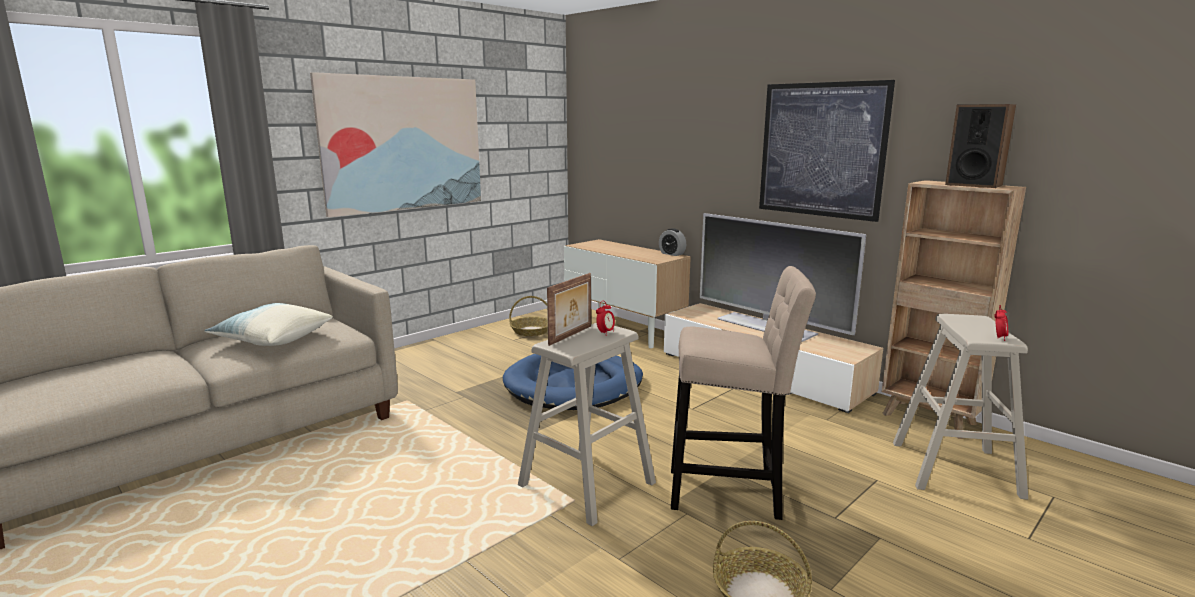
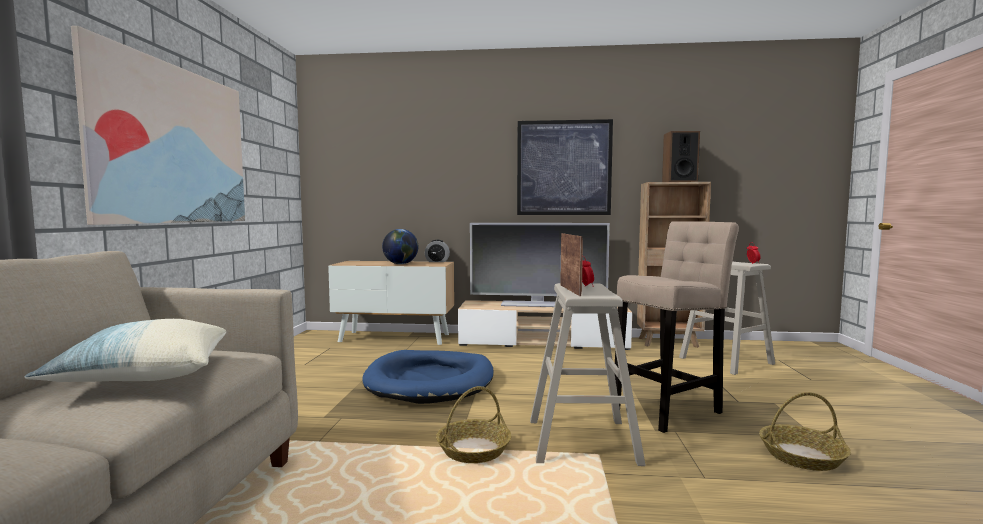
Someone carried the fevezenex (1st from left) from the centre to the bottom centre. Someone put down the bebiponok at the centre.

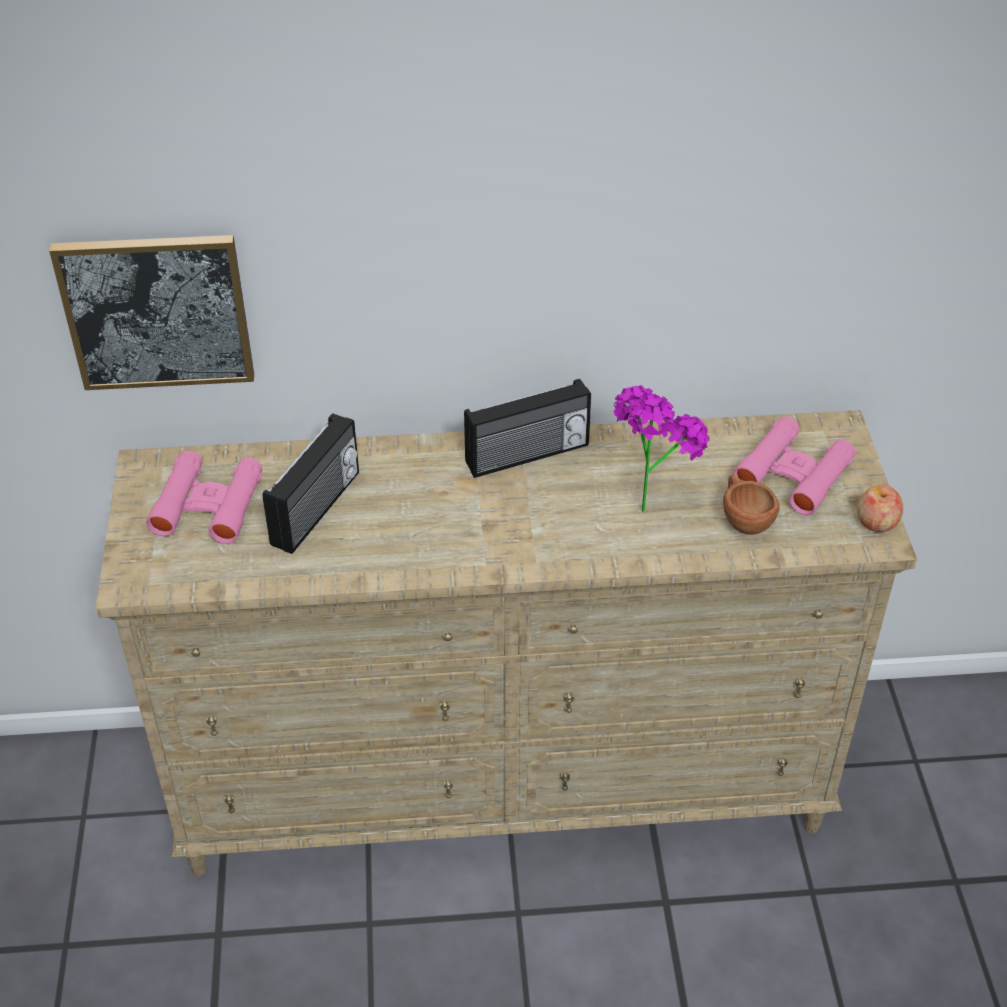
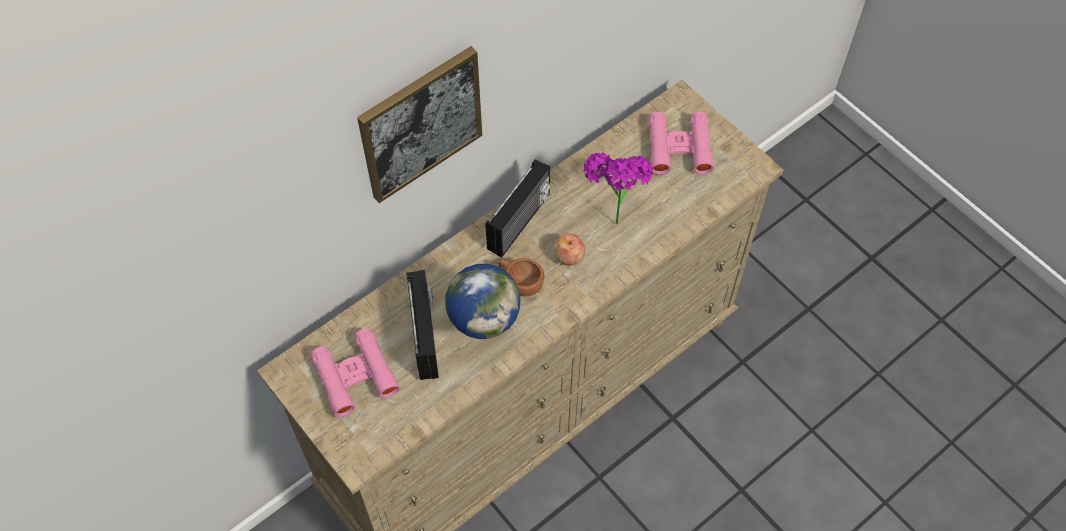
Someone carried the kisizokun from the top left to the top centre. Someone carried the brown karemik from the middle right to the centre. Someone carried the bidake from the middle right to the centre. Someone put down the bebiponok at the centre.

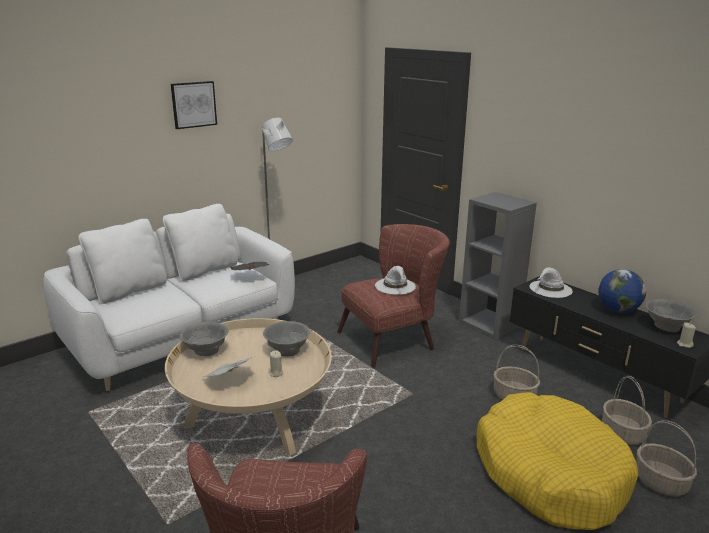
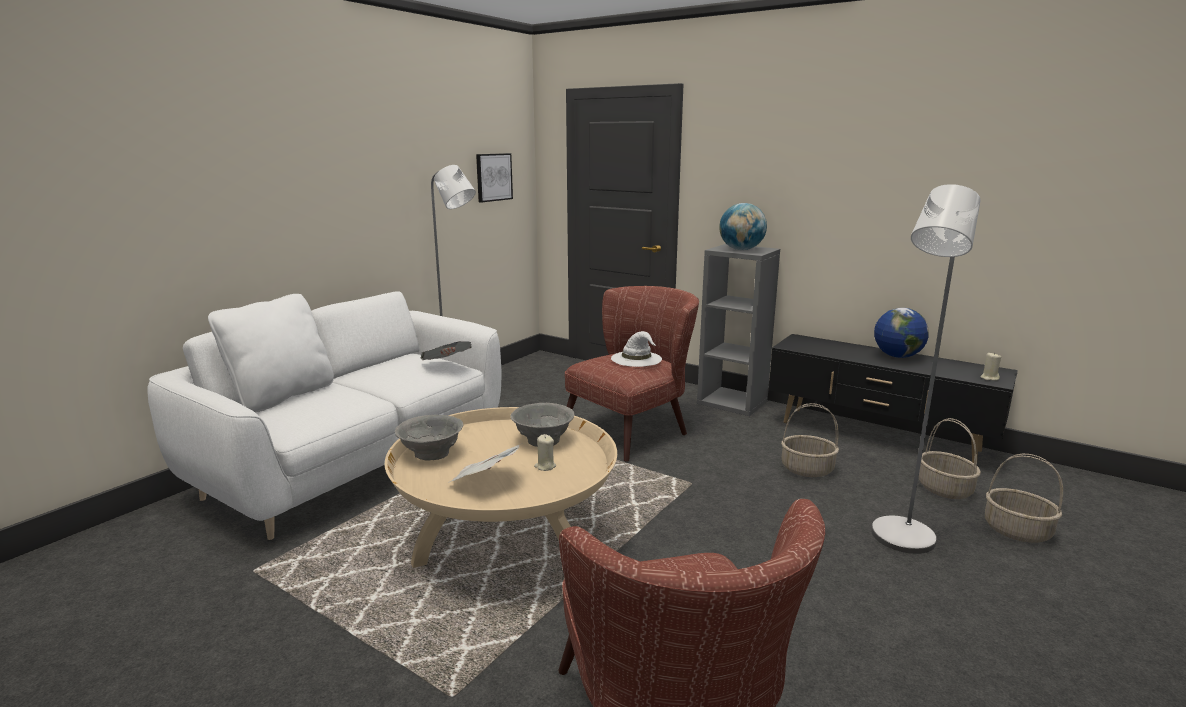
Someone carried the kisizokun from the top left to the top centre. Someone took away the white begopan (2nd from left) at the middle left. Someone took away the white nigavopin (2nd from left) at the middle right. Someone took away the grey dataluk (3rd from left) at the middle right. Someone swapped the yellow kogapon at the bottom right for the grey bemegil (2nd from left) at the middle right. Someone put down the bebiponok (1st from left) at the top centre.

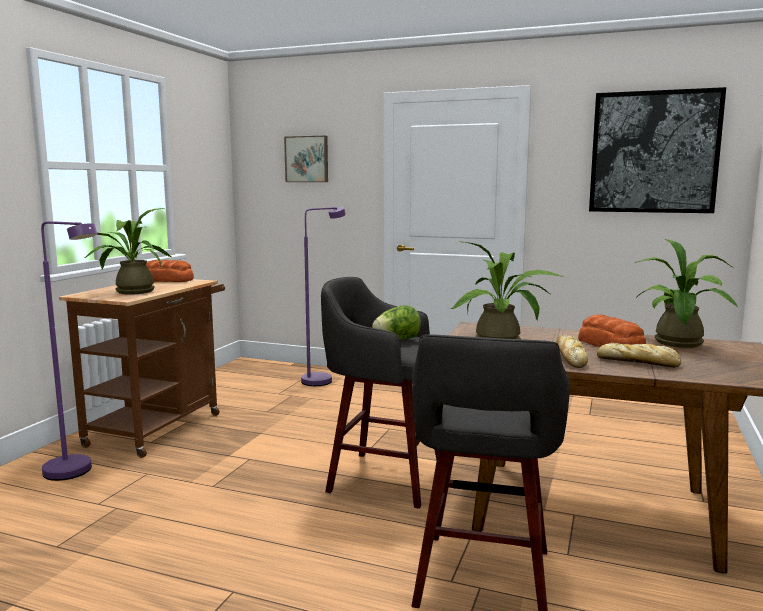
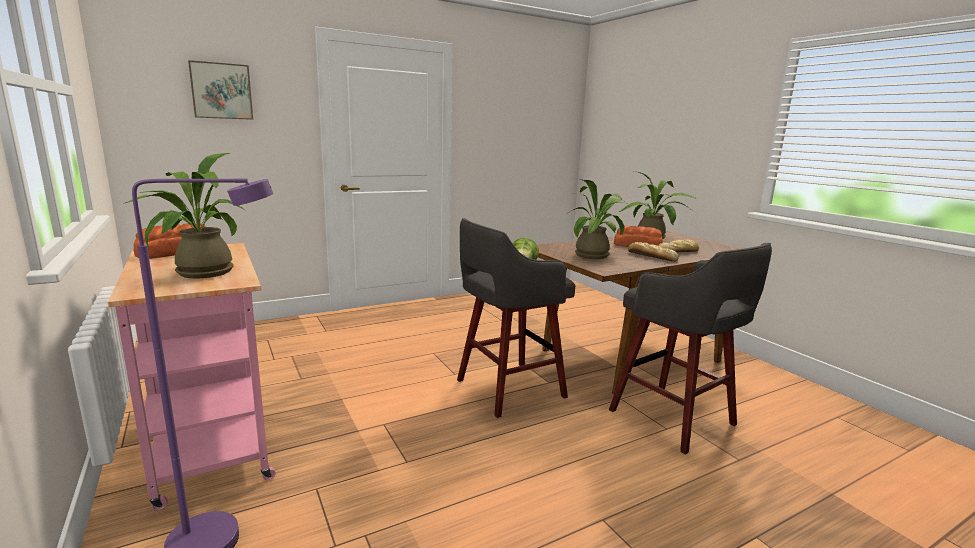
Someone took away the kisizokun (2nd from left) at the top right. Someone took away the purple bemegil (2nd from left) at the centre. Someone repainted the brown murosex at the middle left, which became the pink murosex at the bottom left.

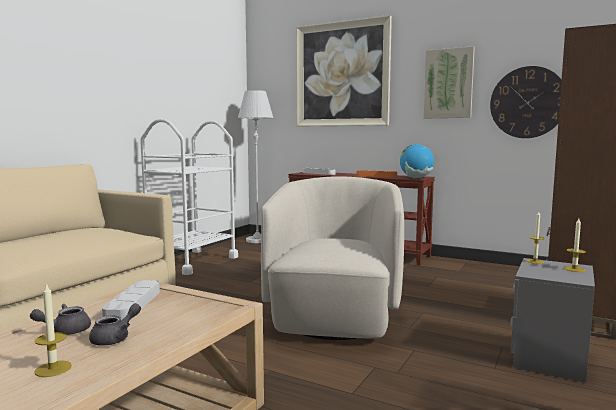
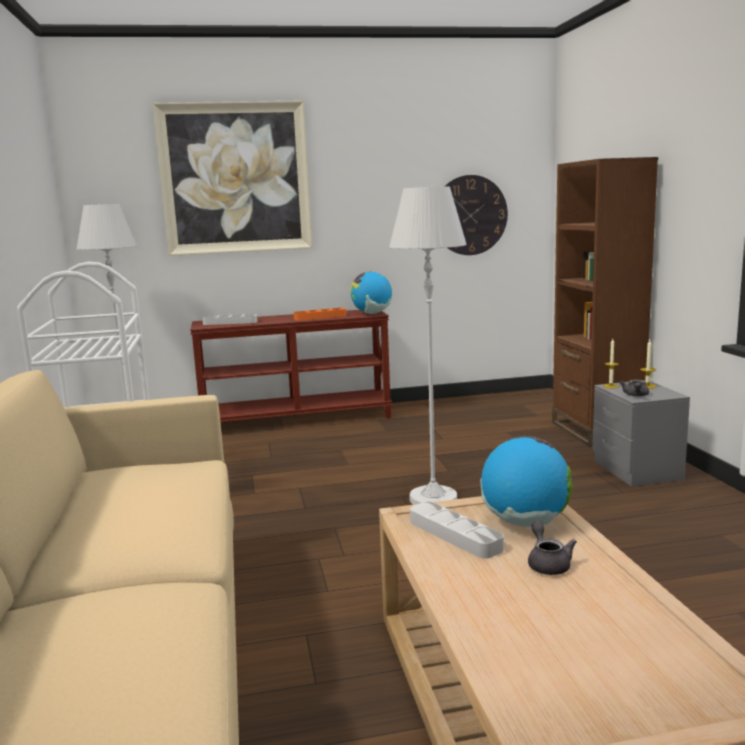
Someone took away the kisizokun (2nd from left) at the top right. Someone swapped the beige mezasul at the centre for the white bemegil (2nd from left) at the centre. Someone took away the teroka (1st from left) at the bottom left. Someone carried the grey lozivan (1st from left in the first image) from the bottom left to the middle right. Someone put down the bebiponok (2nd from left) at the middle right.

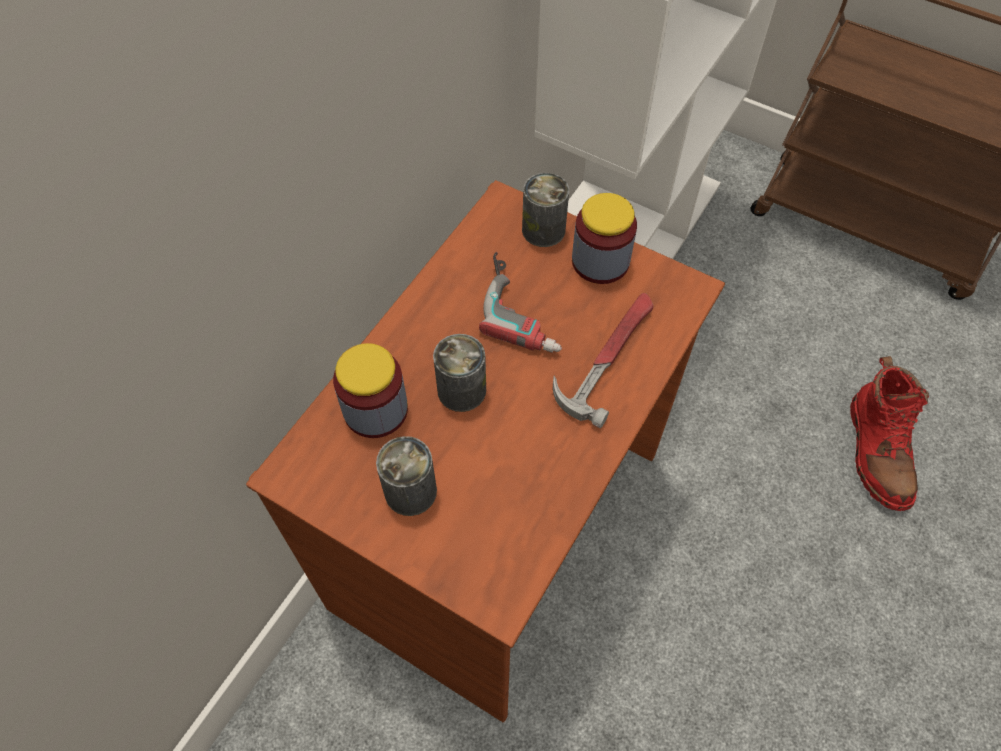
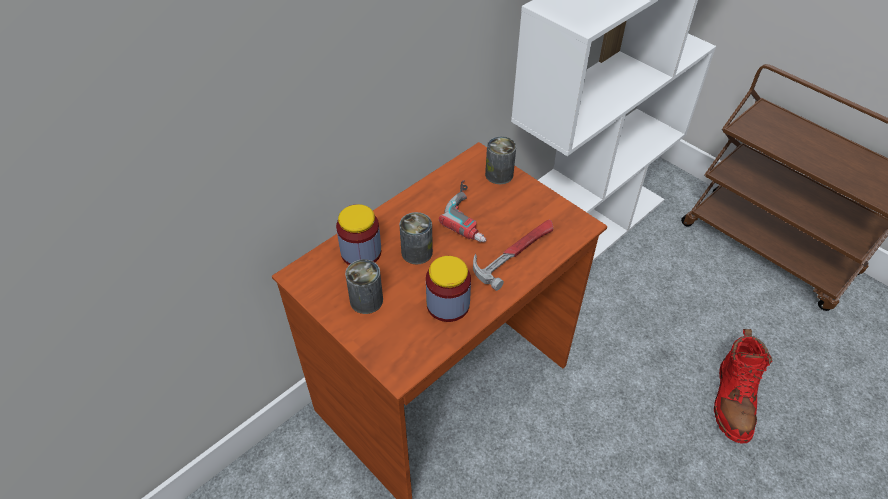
Someone carried the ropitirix (2nd from left) from the top centre to the centre.

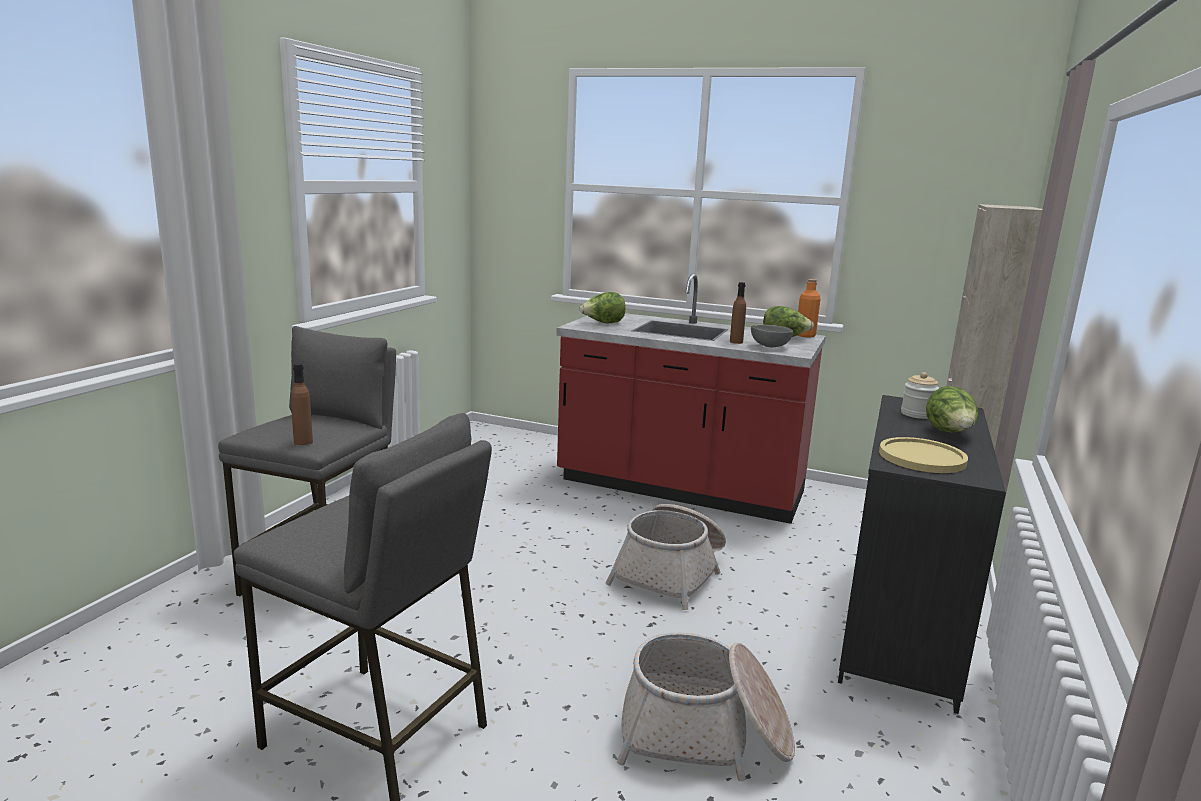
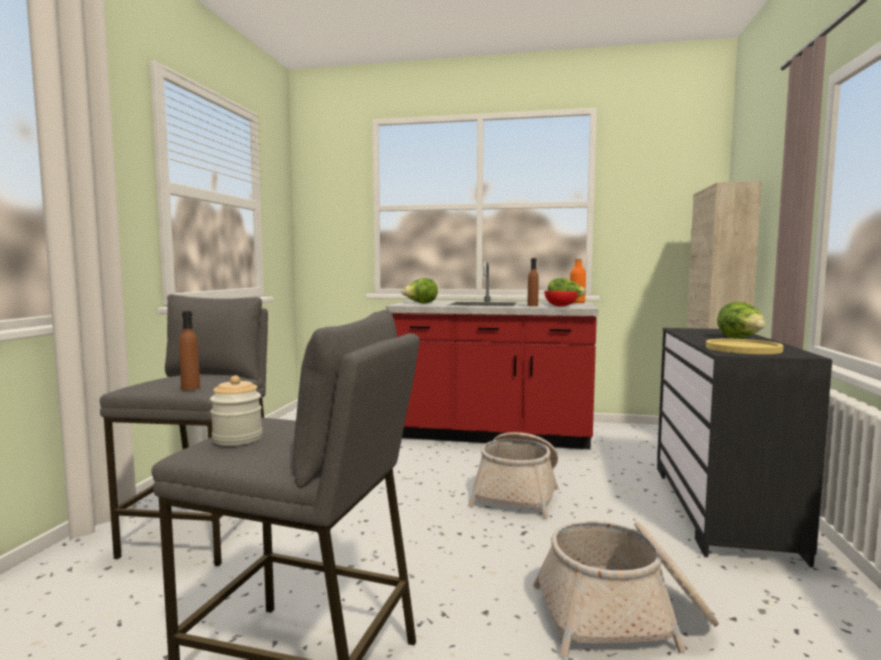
Someone repainted the grey dataluk at the centre, which became the red dataluk at the centre. Someone carried the ropitirix from the middle right to the middle left.

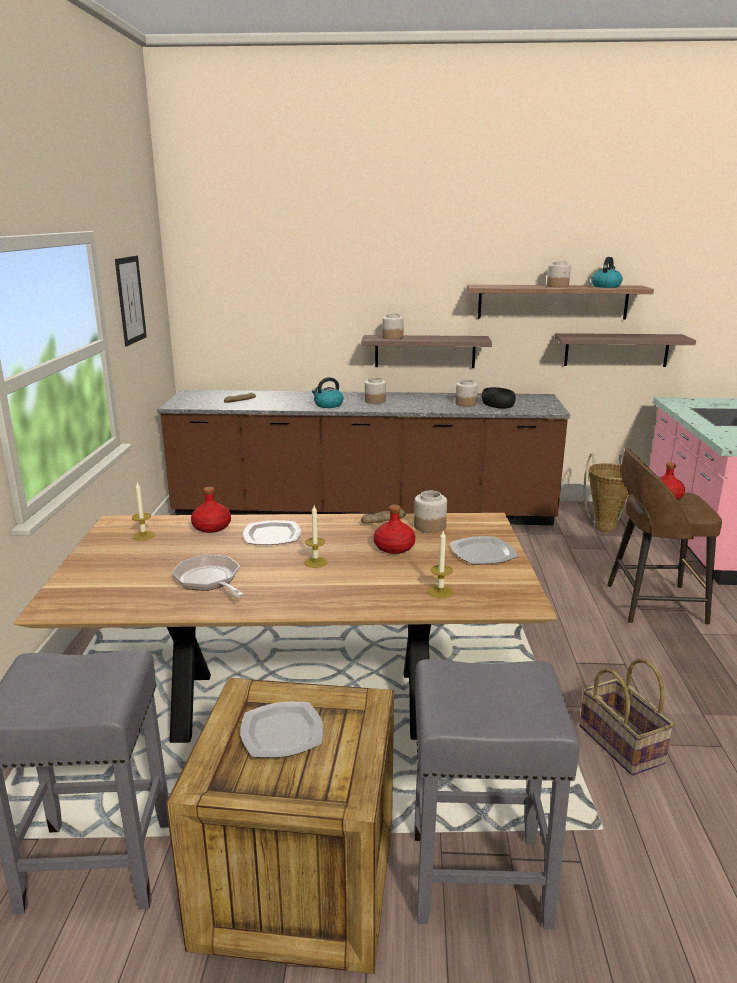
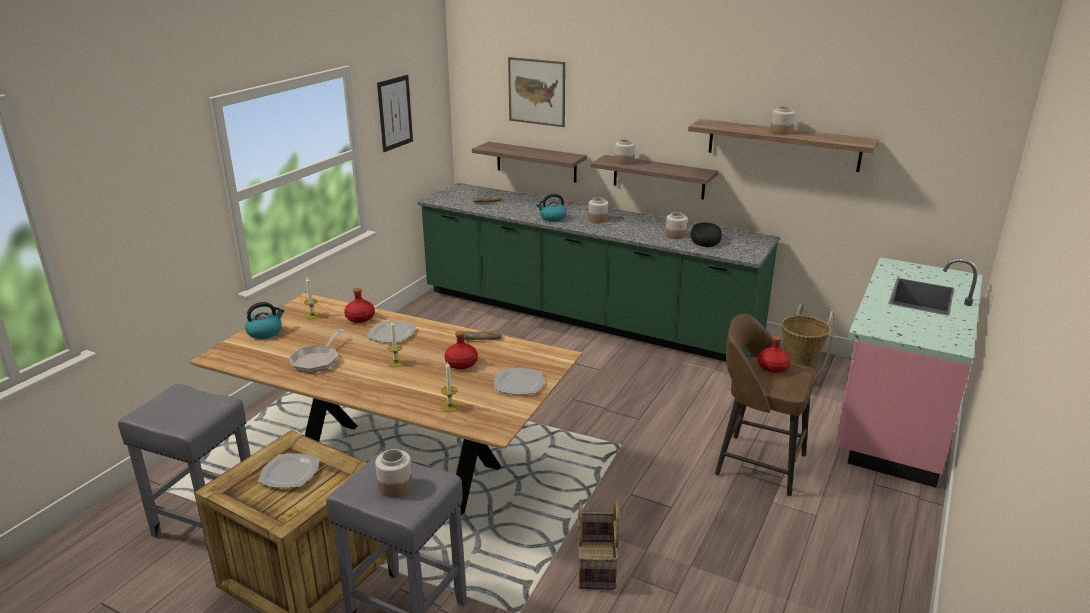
Someone carried the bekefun (2nd from left in the first image) from the top right to the middle left. Someone carried the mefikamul (3rd from left in the first image) from the middle right to the top centre. Someone repainted the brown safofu at the centre, which became the green safofu at the centre. Someone carried the ropitirix (3rd from left in the first image) from the centre to the bottom centre. Someone rotated the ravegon at the middle left by 150 degrees counterclockwise. Someone put up the kisizokun (2nd from left) at the top centre.

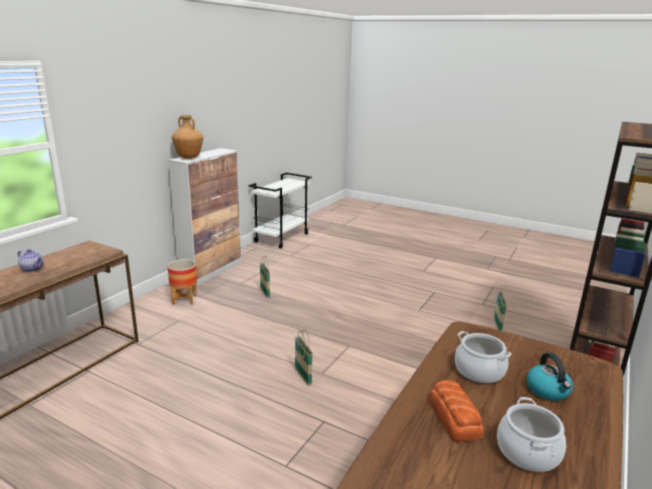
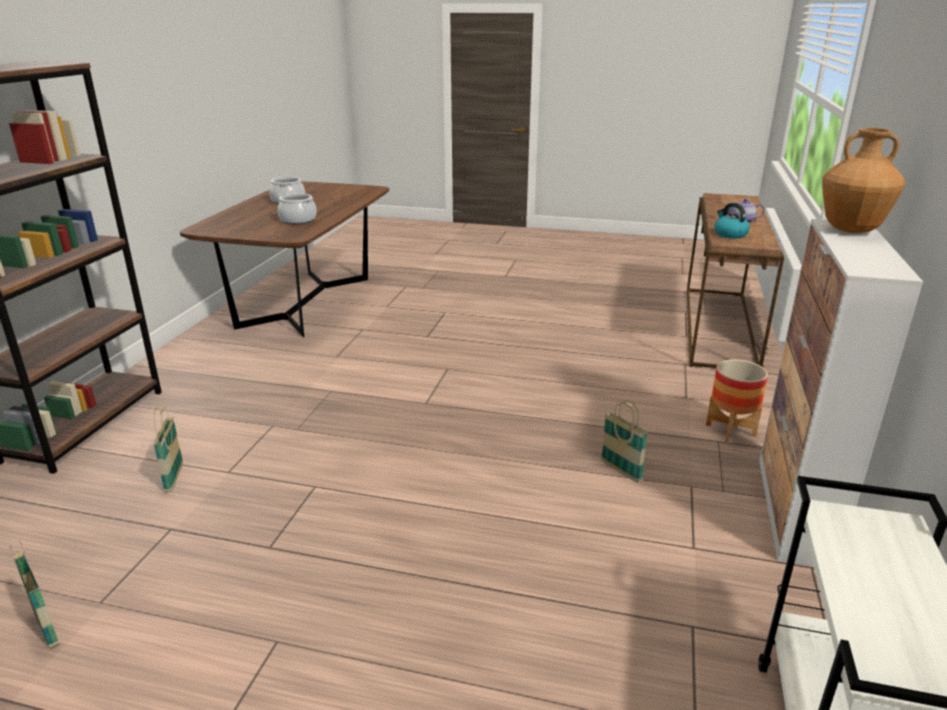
Someone carried the fevezenex (2nd from left in the first image) from the bottom centre to the bottom left. Someone carried the bekefun from the bottom right to the top right. Someone took away the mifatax at the bottom right.

